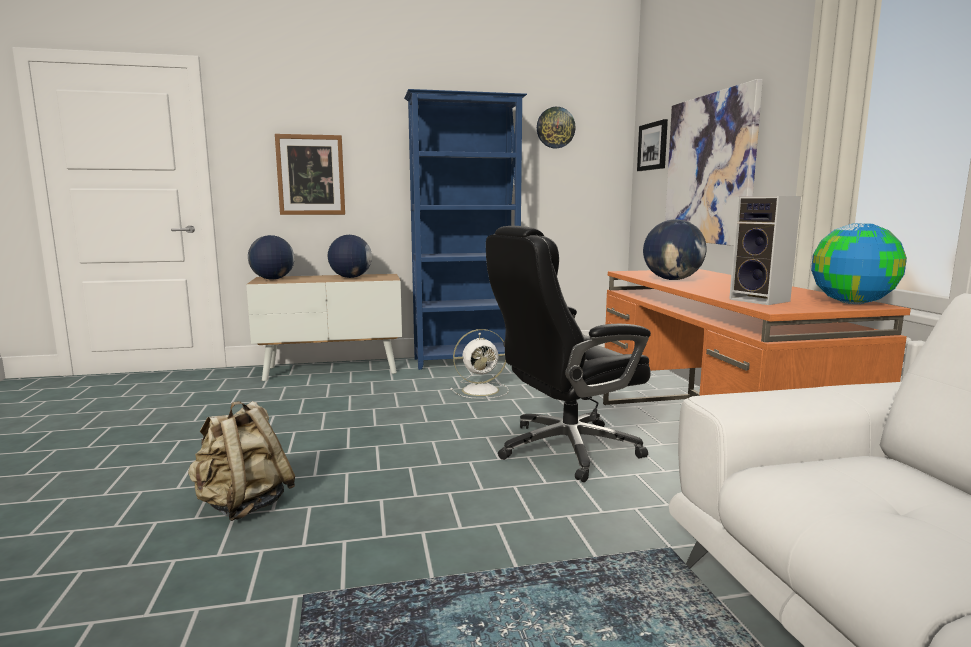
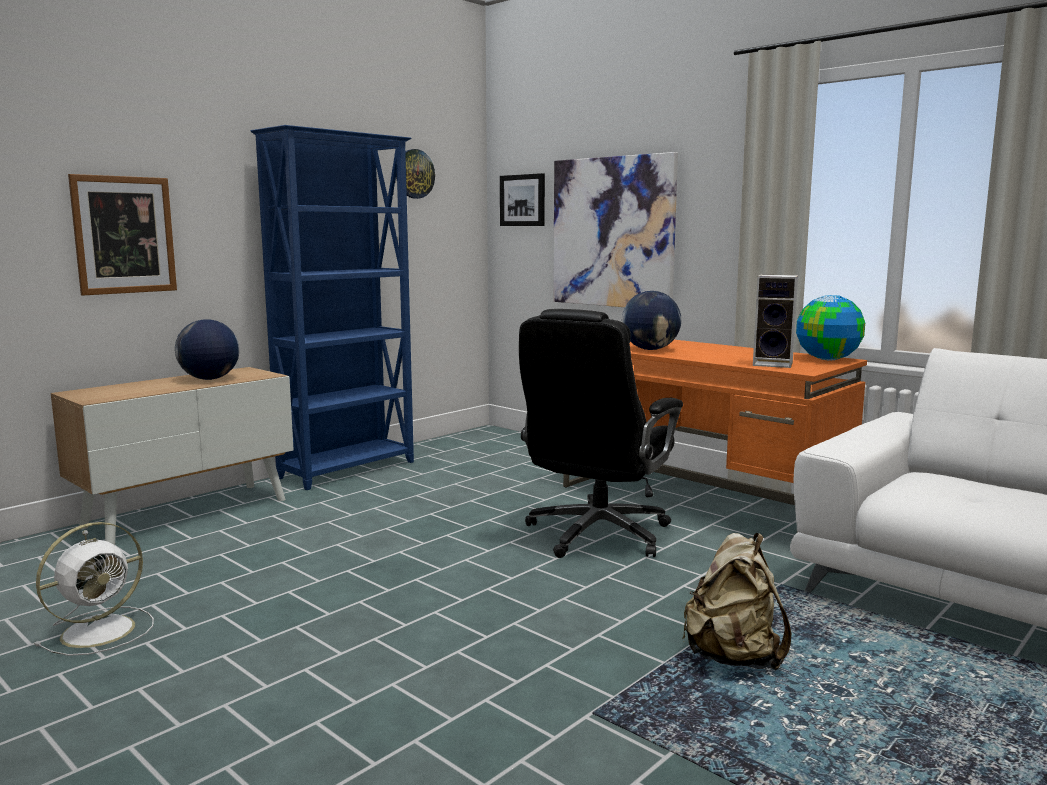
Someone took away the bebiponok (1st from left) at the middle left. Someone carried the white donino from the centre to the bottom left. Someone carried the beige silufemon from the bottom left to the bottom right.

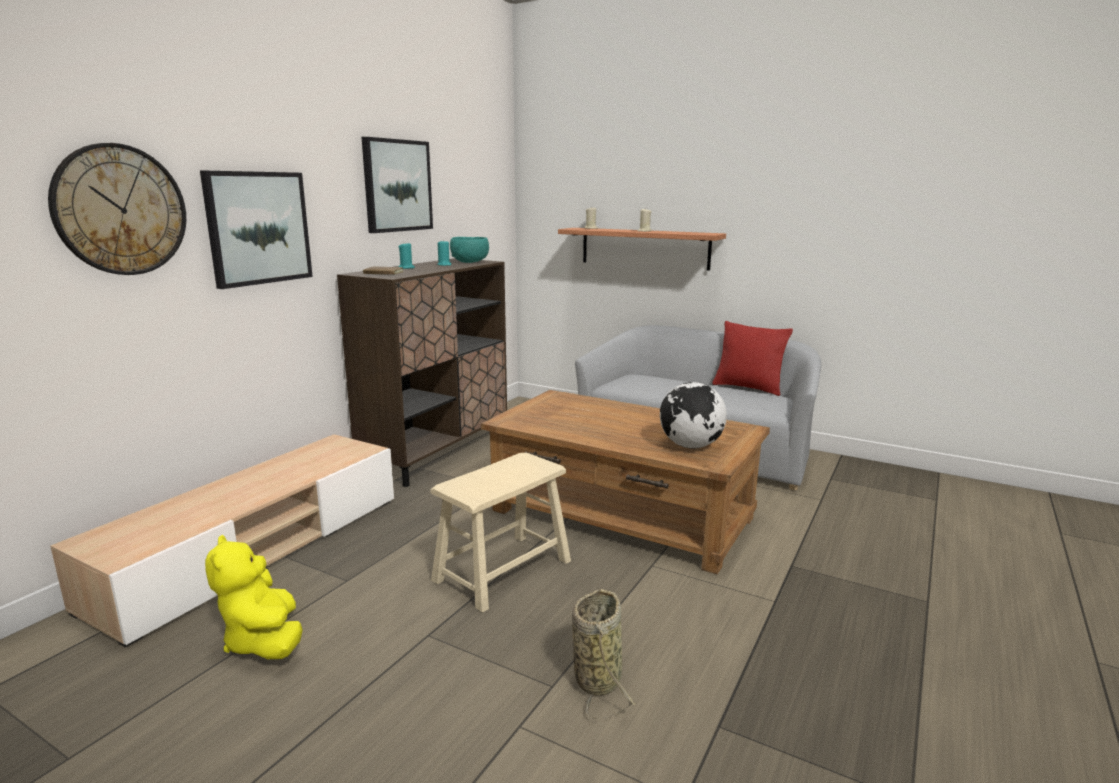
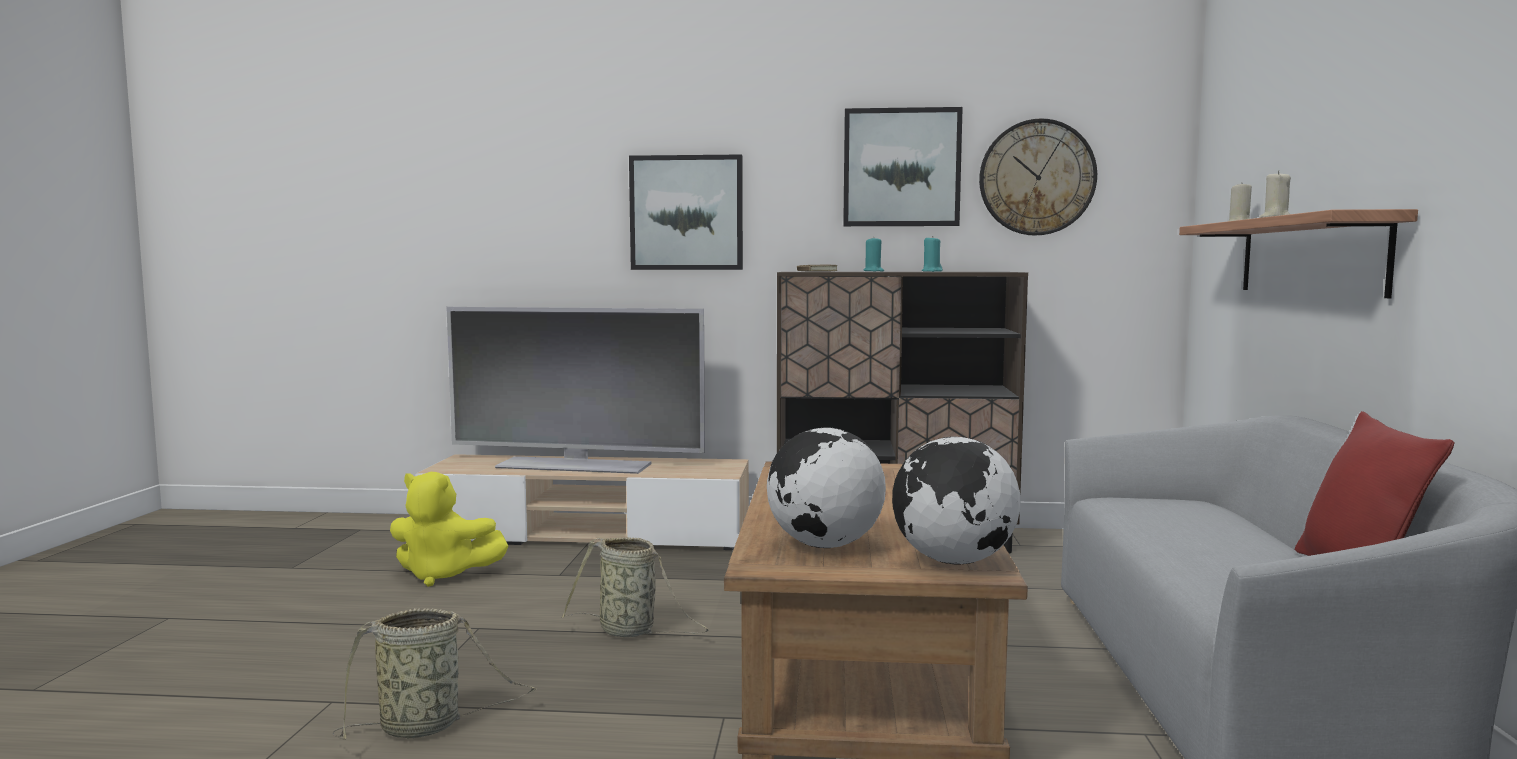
Someone carried the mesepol from the top left to the top right. Someone took away the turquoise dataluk at the top centre. Someone swapped the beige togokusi at the bottom centre for the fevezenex (2nd from left) at the bottom centre. Someone rotated the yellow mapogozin at the bottom left by 120 degrees counterclockwise. Someone put down the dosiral at the centre. Someone put down the bebiponok (2nd from left) at the centre.

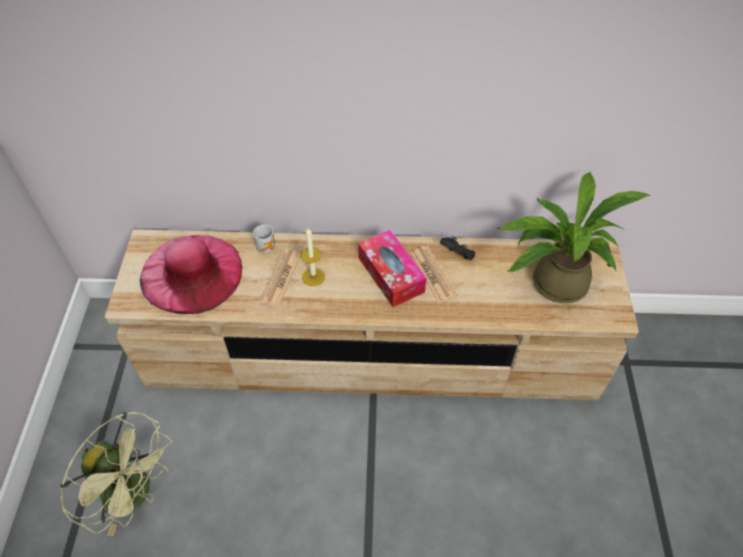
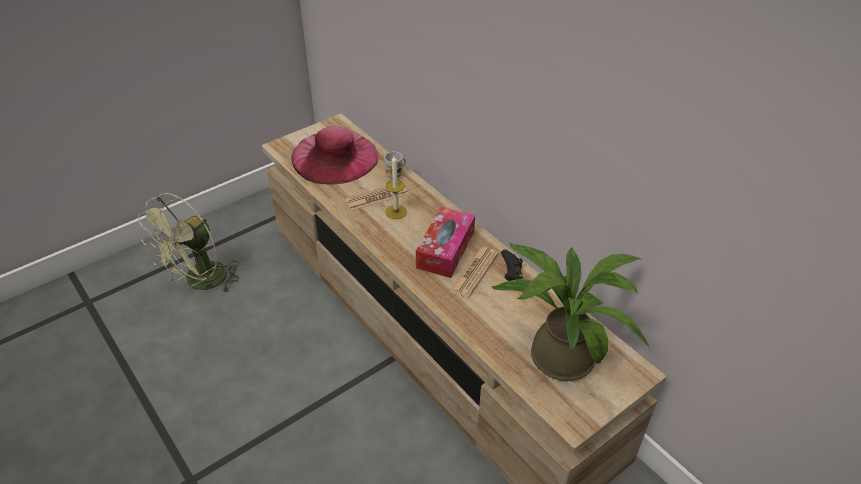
Someone rotated the green donino at the bottom left by 45 degrees clockwise.

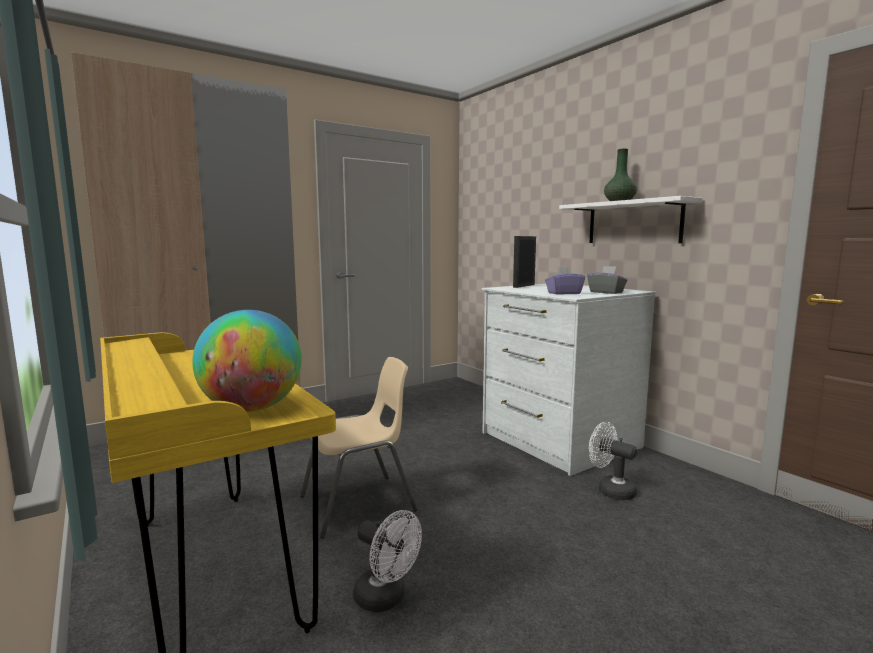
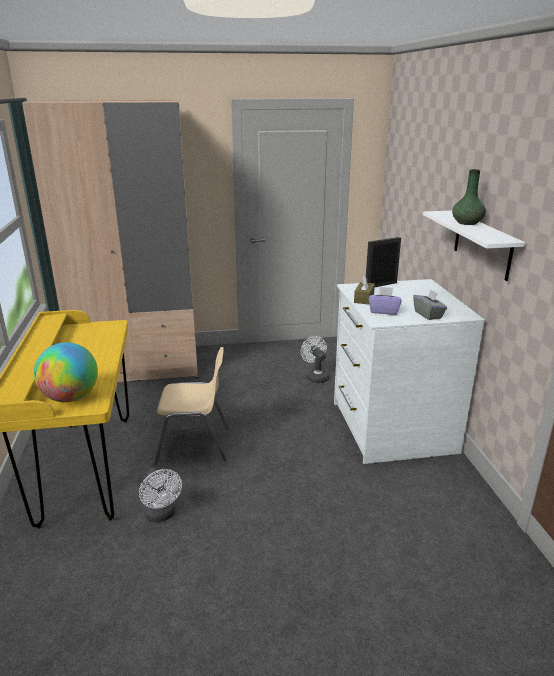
Someone carried the white donino (2nd from left) from the bottom right to the centre. Someone put down the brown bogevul at the centre.

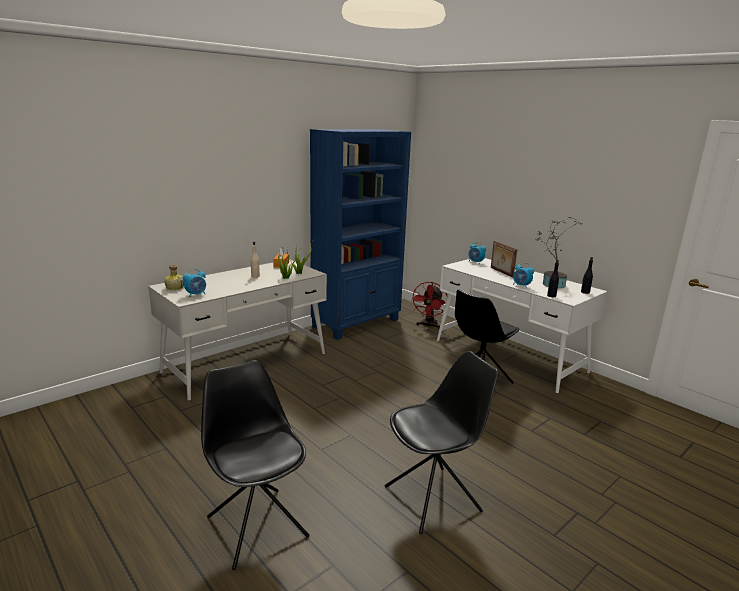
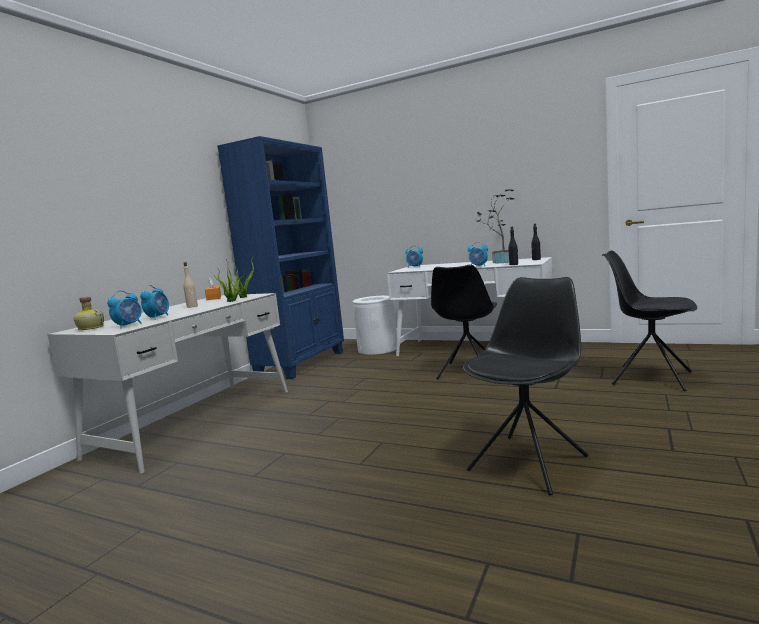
Someone took away the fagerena at the middle right. Someone swapped the red donino at the centre for the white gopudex at the centre. Someone carried the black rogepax (1st from left in the first image) from the bottom centre to the middle right. Someone put down the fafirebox (2nd from left) at the middle left.

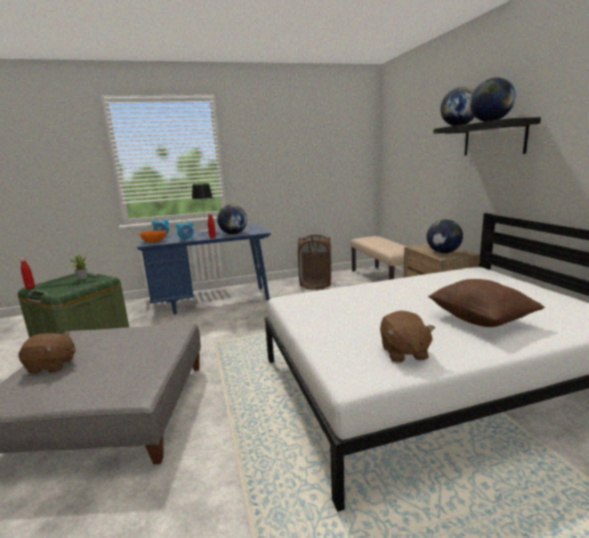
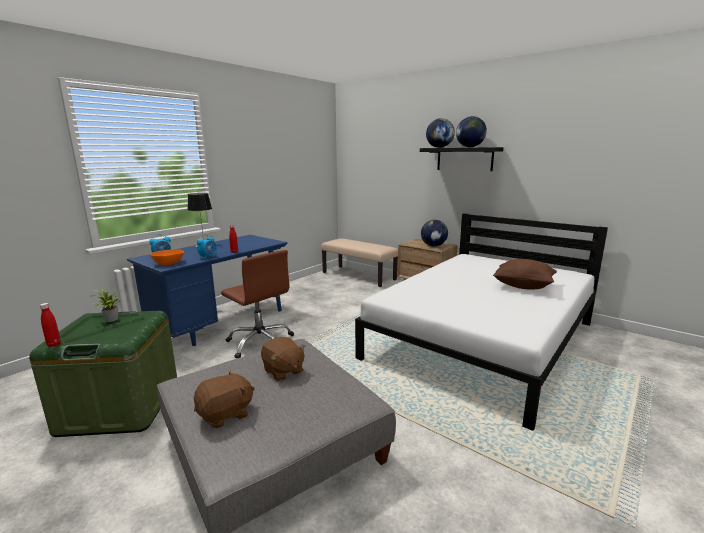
Someone took away the bebiponok (1st from left) at the centre. Someone took away the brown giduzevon at the centre. Someone carried the brown mapogozin (2nd from left) from the middle right to the bottom centre. Someone put down the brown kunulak at the centre.

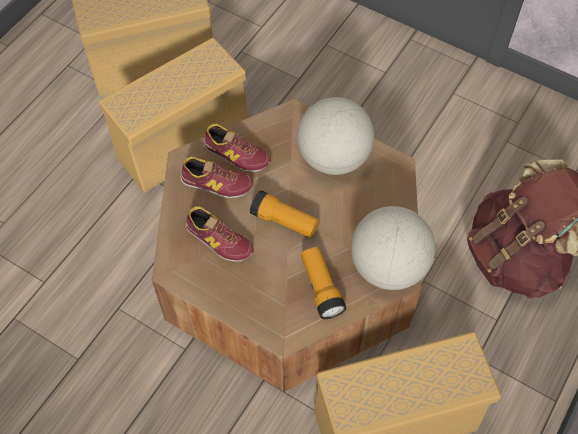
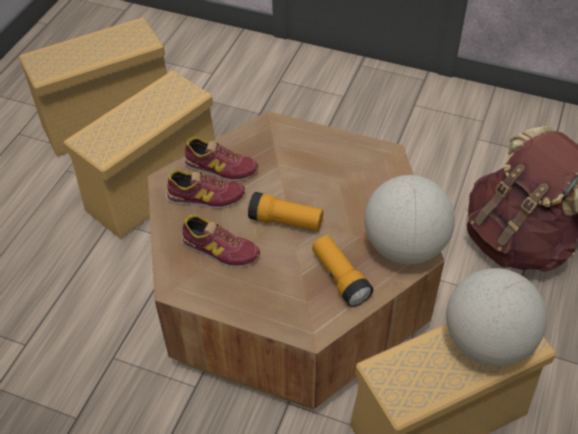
Someone carried the bebiponok (1st from left in the first image) from the top centre to the bottom right.

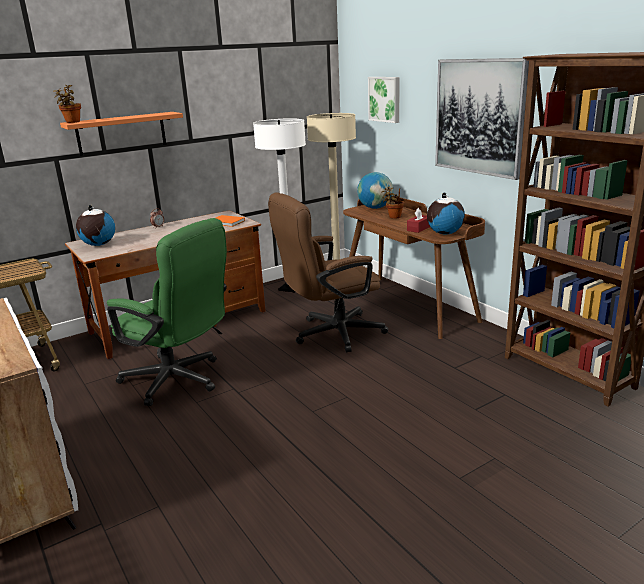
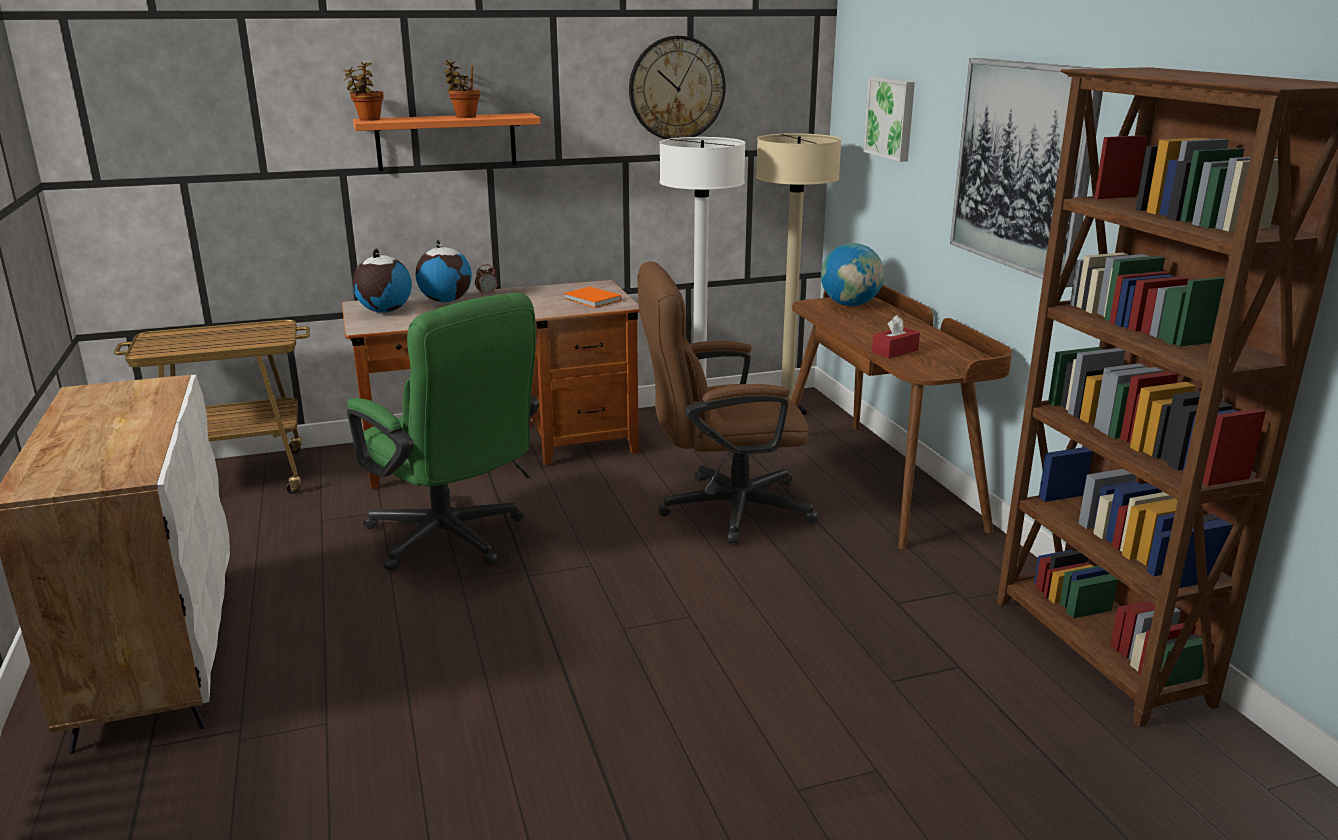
Someone carried the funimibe (2nd from left) from the centre to the top centre. Someone carried the bebiponok (3rd from left in the first image) from the middle right to the top left. Someone put up the mesepol at the top centre.

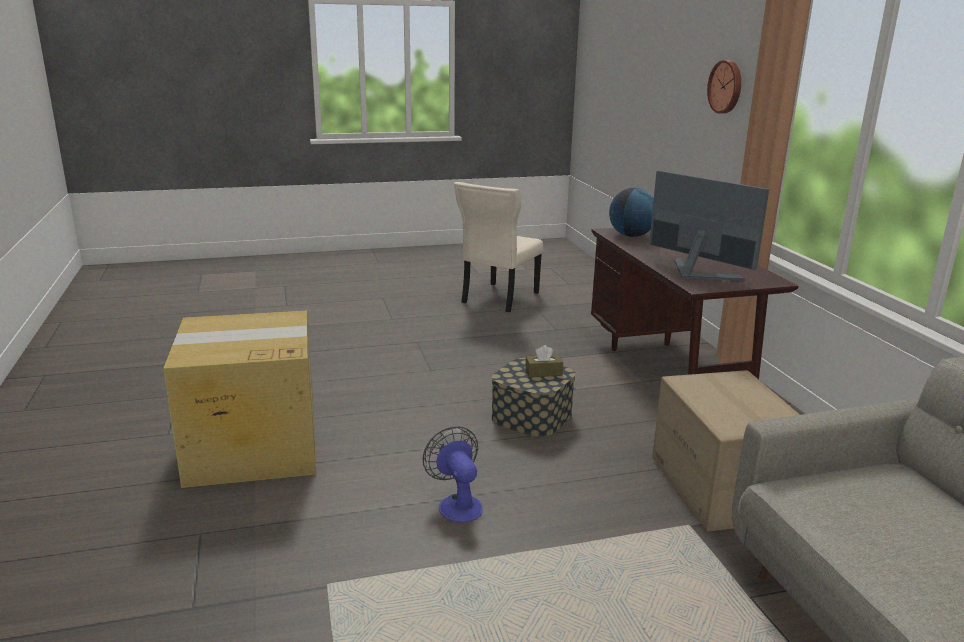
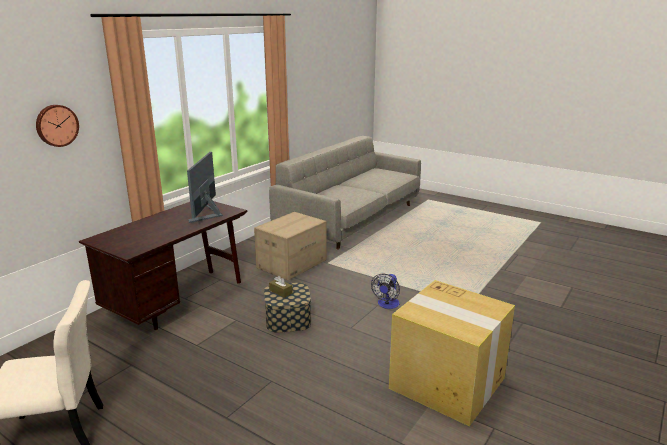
Someone took away the bebiponok at the top centre.

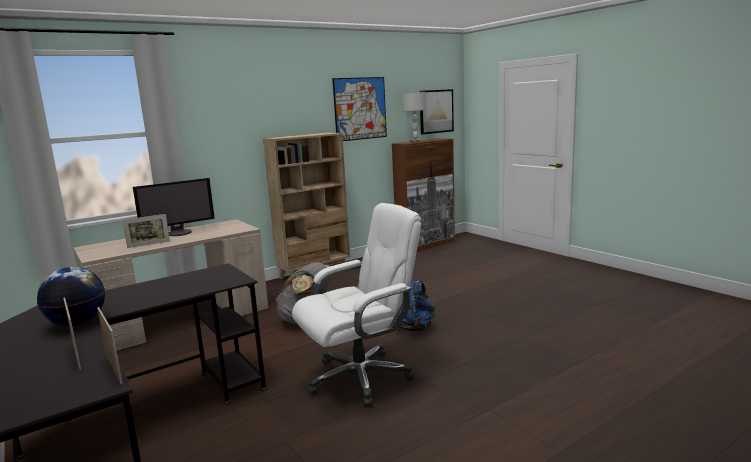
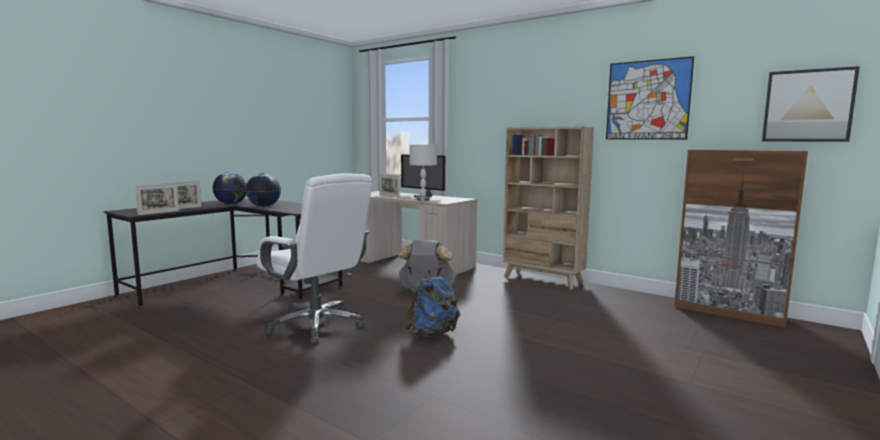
Someone carried the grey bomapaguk from the top centre to the centre. Someone put down the bebiponok (2nd from left) at the middle left.

